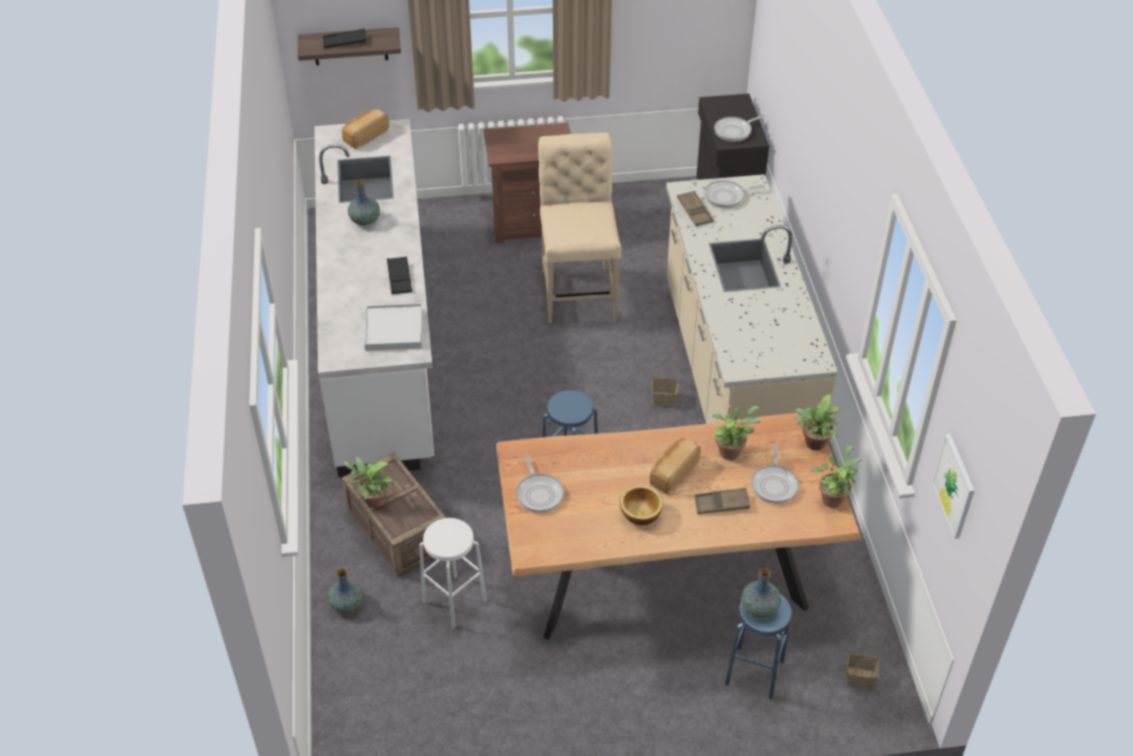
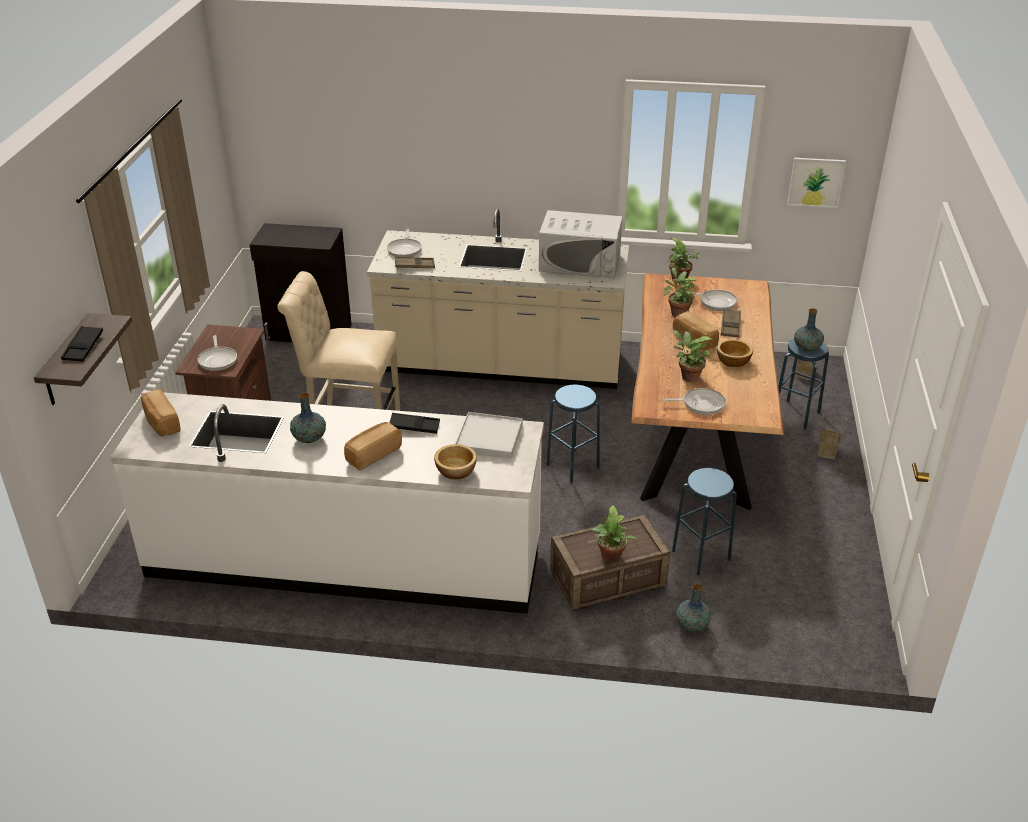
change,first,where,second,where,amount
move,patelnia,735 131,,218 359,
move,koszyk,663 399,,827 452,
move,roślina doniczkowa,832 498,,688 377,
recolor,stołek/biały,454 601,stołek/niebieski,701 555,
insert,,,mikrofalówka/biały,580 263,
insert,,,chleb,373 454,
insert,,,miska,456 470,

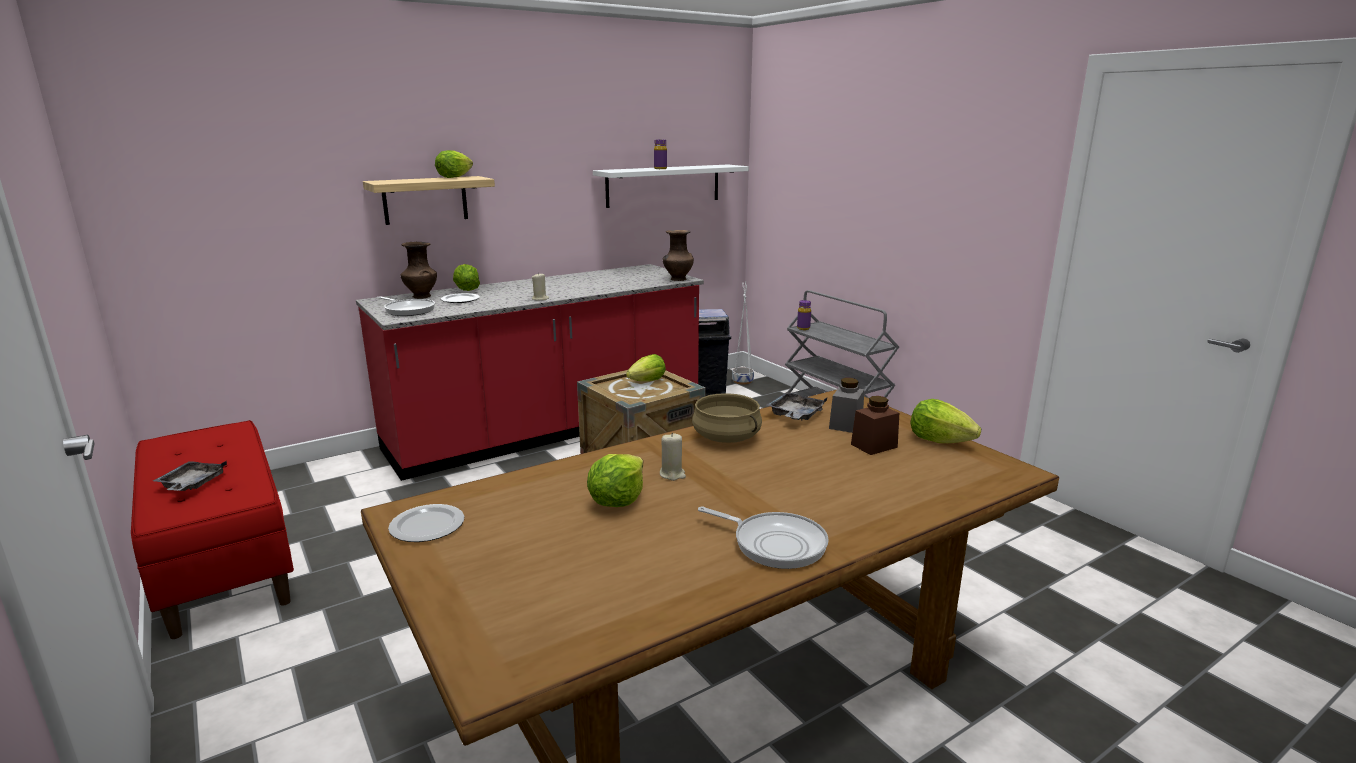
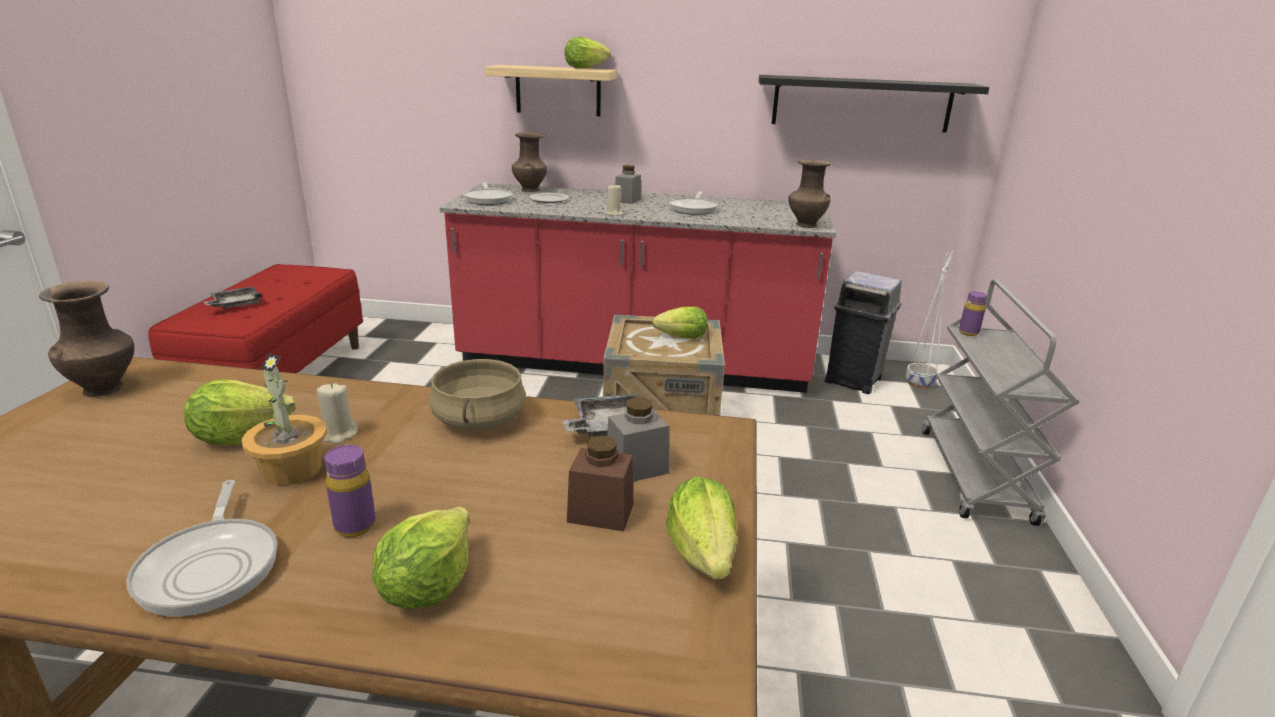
change,first,where,second,where,amount
move,butelka/fioletowy,660 169,,355 526,
recolor,półka/biały,663 185,półka/czarny,861 103,
move,sałata,466 290,,427 586,
replace,talerz,427 525,wazon/brązowy,105 388,
insert,,,słoik/szary,627 200,
insert,,,patelnia,694 209,
insert,,,roślina doniczkowa,293 469,

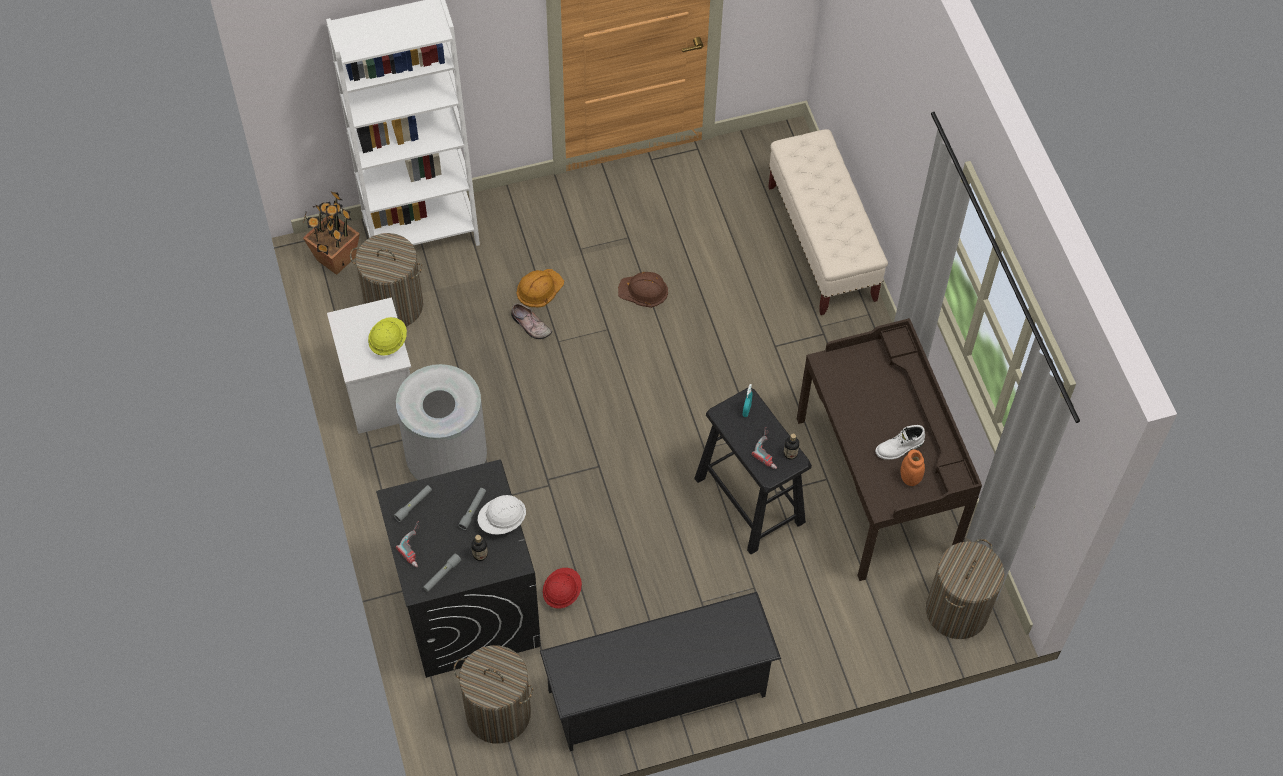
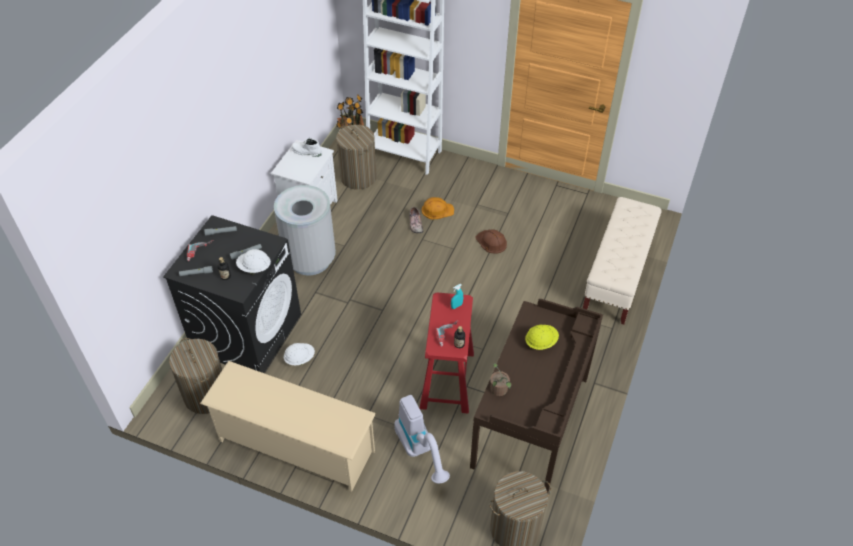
change,first,where,second,where,amount
move,kask/żółty,388 342,,540 342,
recolor,stołek/czarny,749 499,stołek/czerwony,447 380,
move,but z cholewką/biały,899 448,,306 152,
delete,słoik/pomarańczowy,910 478,,,
recolor,kask/czerwony,562 593,kask/biały,300 358,
recolor,regał na buty/czarny,658 693,regał na buty/beżowy,295 445,
insert,,,roślina doniczkowa,499 391,
insert,,,odkurzacz,420 451,

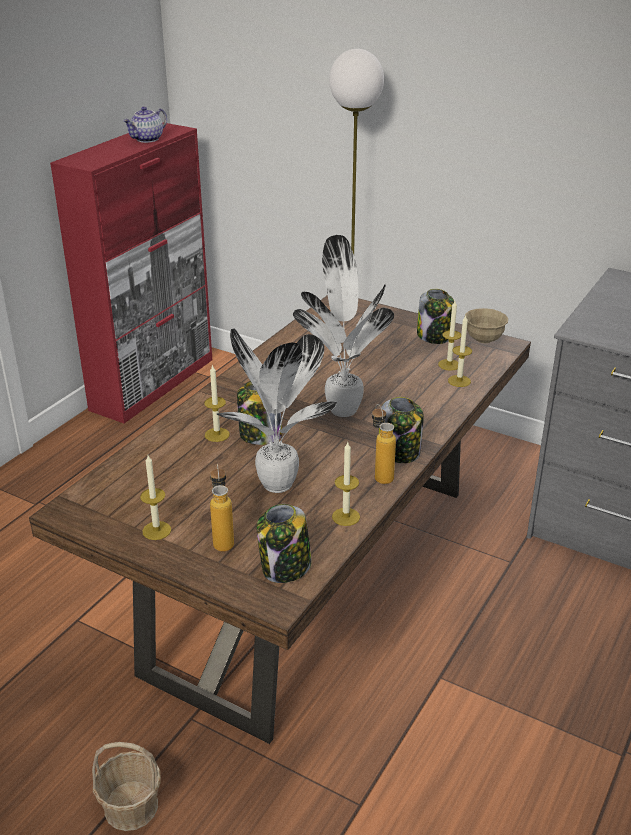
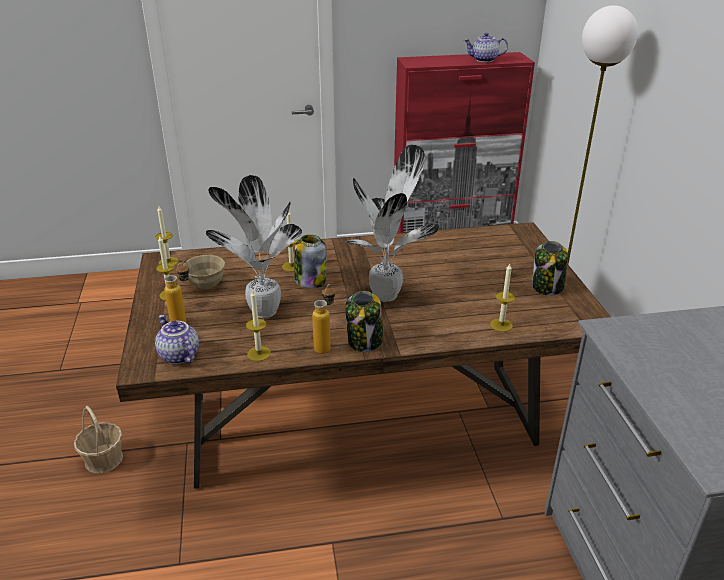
change,first,where,second,where,amount
move,świeca,449 365,,168 262,
move,miska/beżowy,483 339,,206 285,
replace,słoik,285 568,imbryk,178 355,

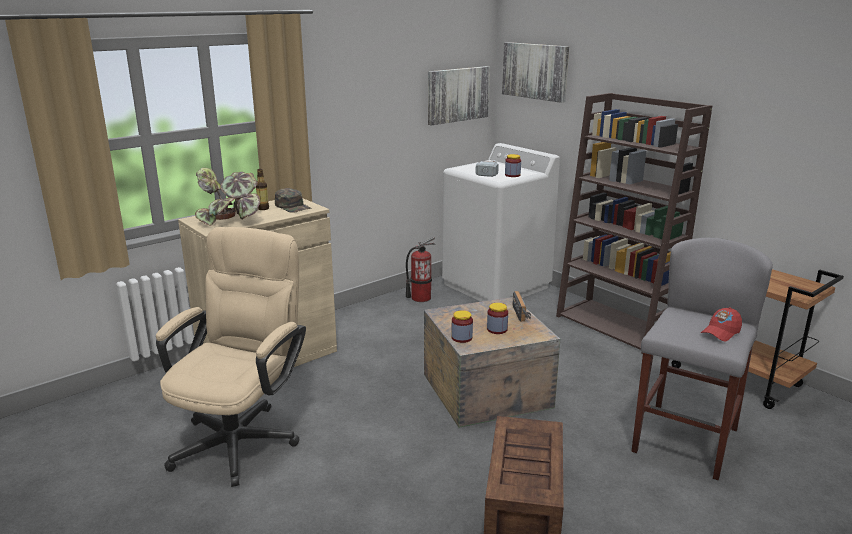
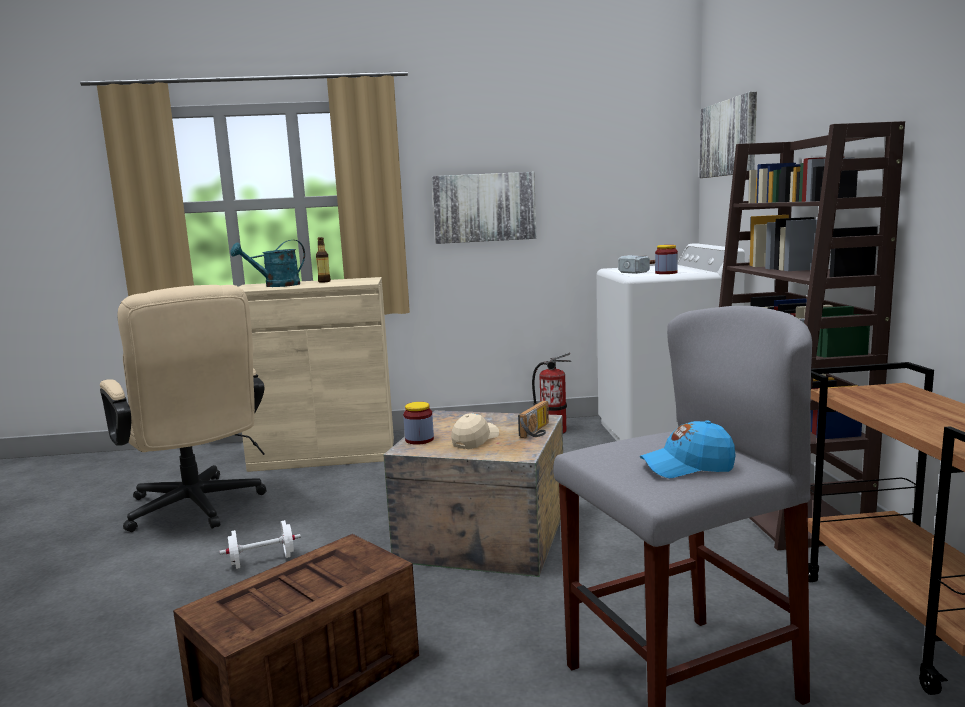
change,first,where,second,where,amount
move,obraz,457 94,,484 207,
replace,roślina doniczkowa,231 220,konewka/turkusowy,276 286,
delete,czapka z daszkiem/zielony,293 206,,,
rotate,krzesło biurowe/beżowy,242 436,,197 509,90 degrees clockwise
replace,słoik,497 329,czapka z daszkiem/beżowy,475 440,
recolor,czapka z daszkiem/czerwony,721 332,czapka z daszkiem/niebieski,687 467,
insert,,,hantel/biały,262 561,

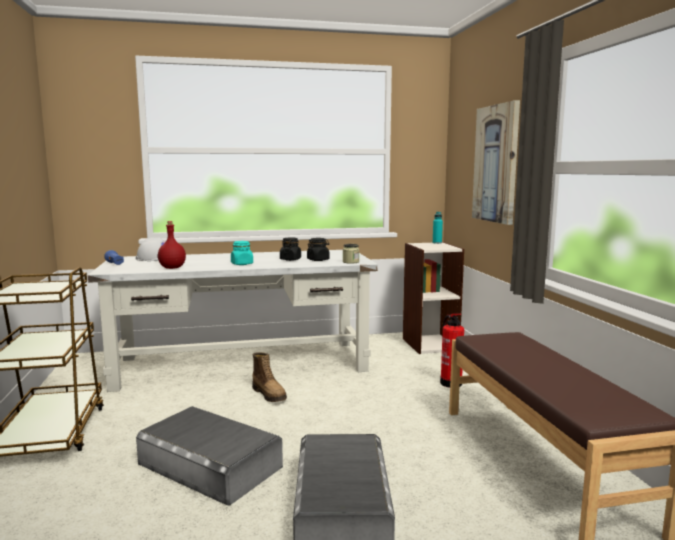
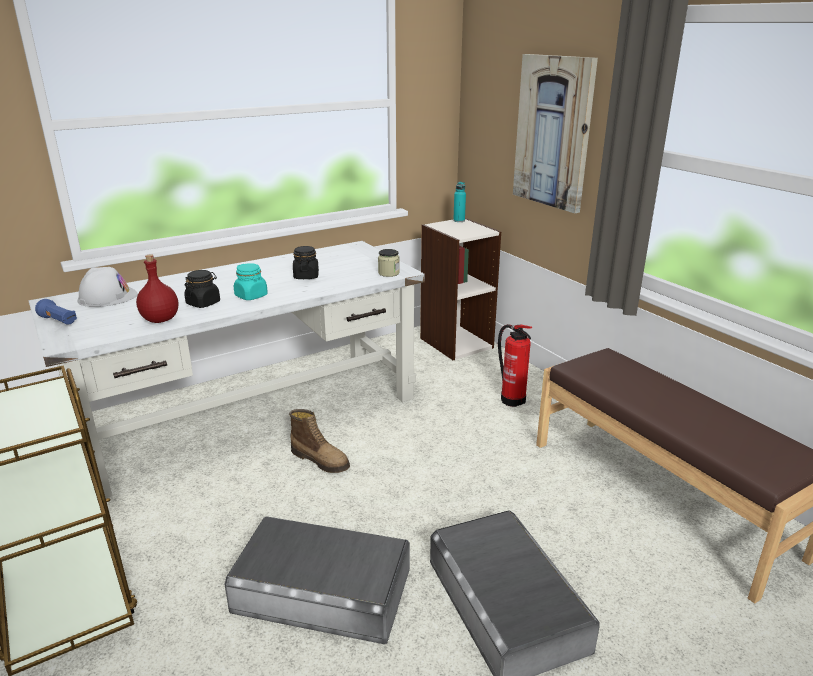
change,first,where,second,where,amount
move,słoik/czarny,318 260,,203 303,

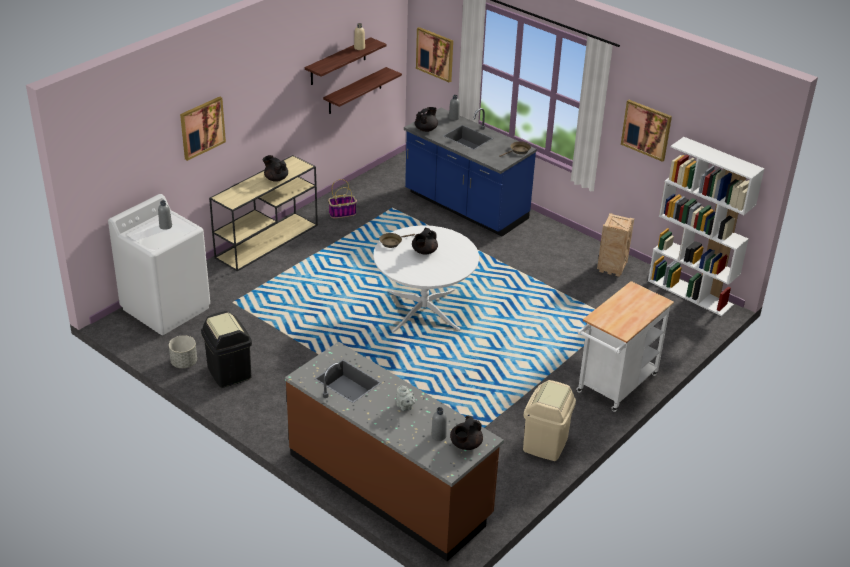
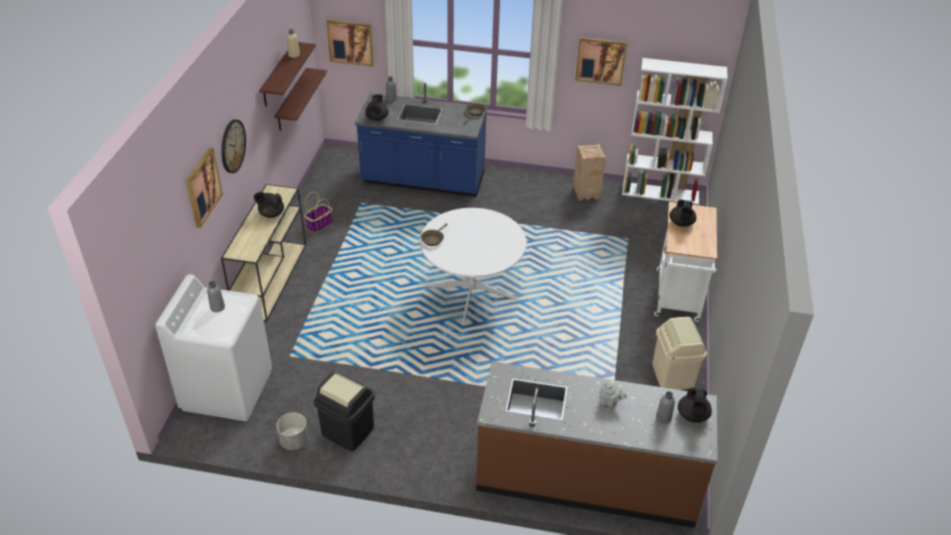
change,first,where,second,where,amount
move,imbryk/czarny,424 251,,681 223,
insert,,,zegar ścienny,232 146,

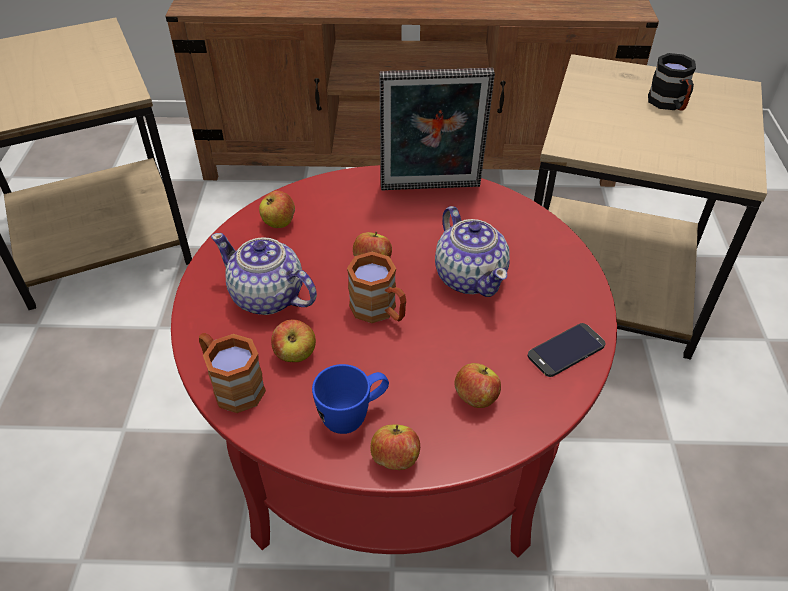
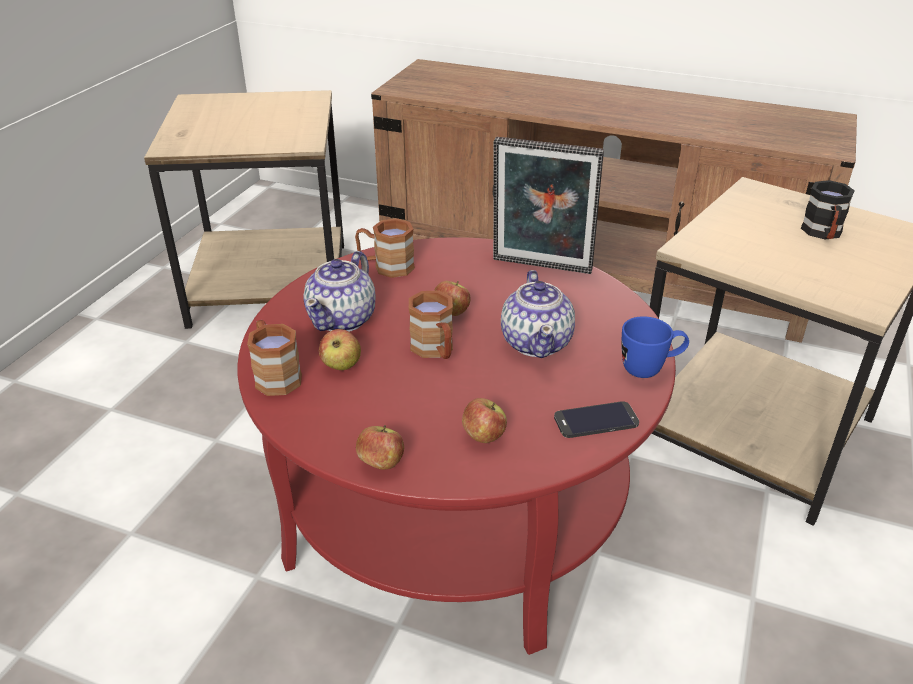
change,first,where,second,where,amount
replace,jabłko,279 223,kubek/brązowy,386 266,
rotate,imbryk,268 297,,343 319,120 degrees counterclockwise
move,kubek/niebieski,353 416,,650 369,

